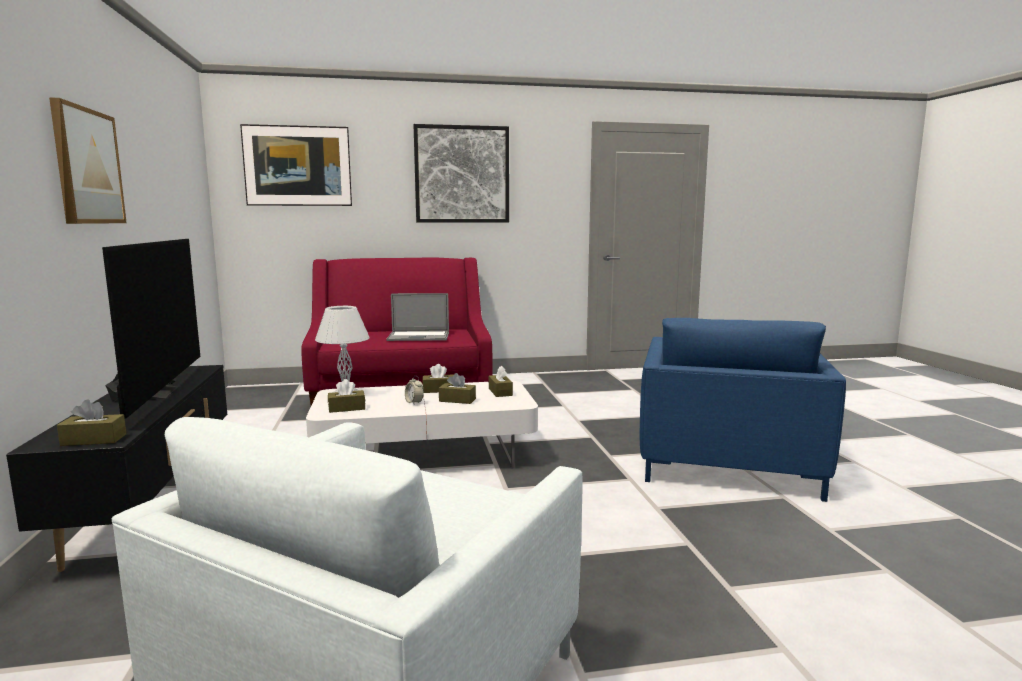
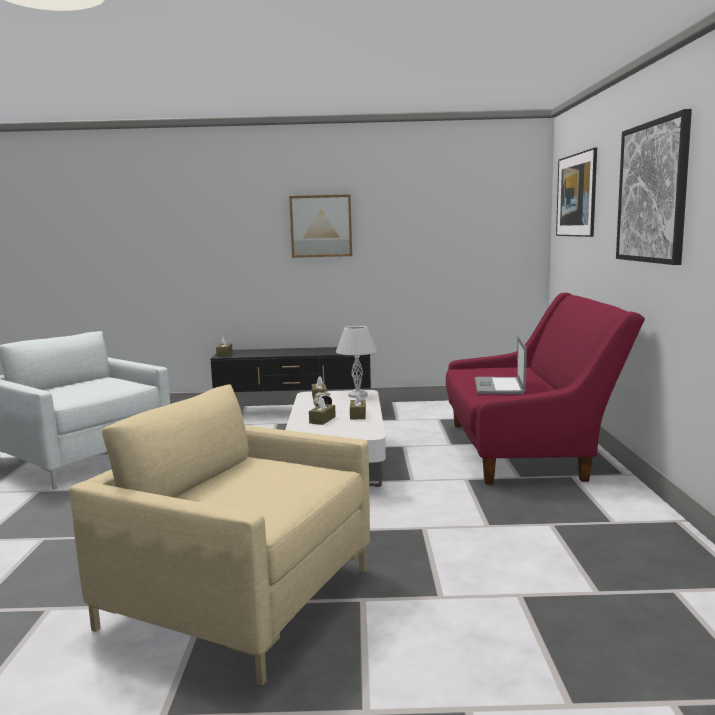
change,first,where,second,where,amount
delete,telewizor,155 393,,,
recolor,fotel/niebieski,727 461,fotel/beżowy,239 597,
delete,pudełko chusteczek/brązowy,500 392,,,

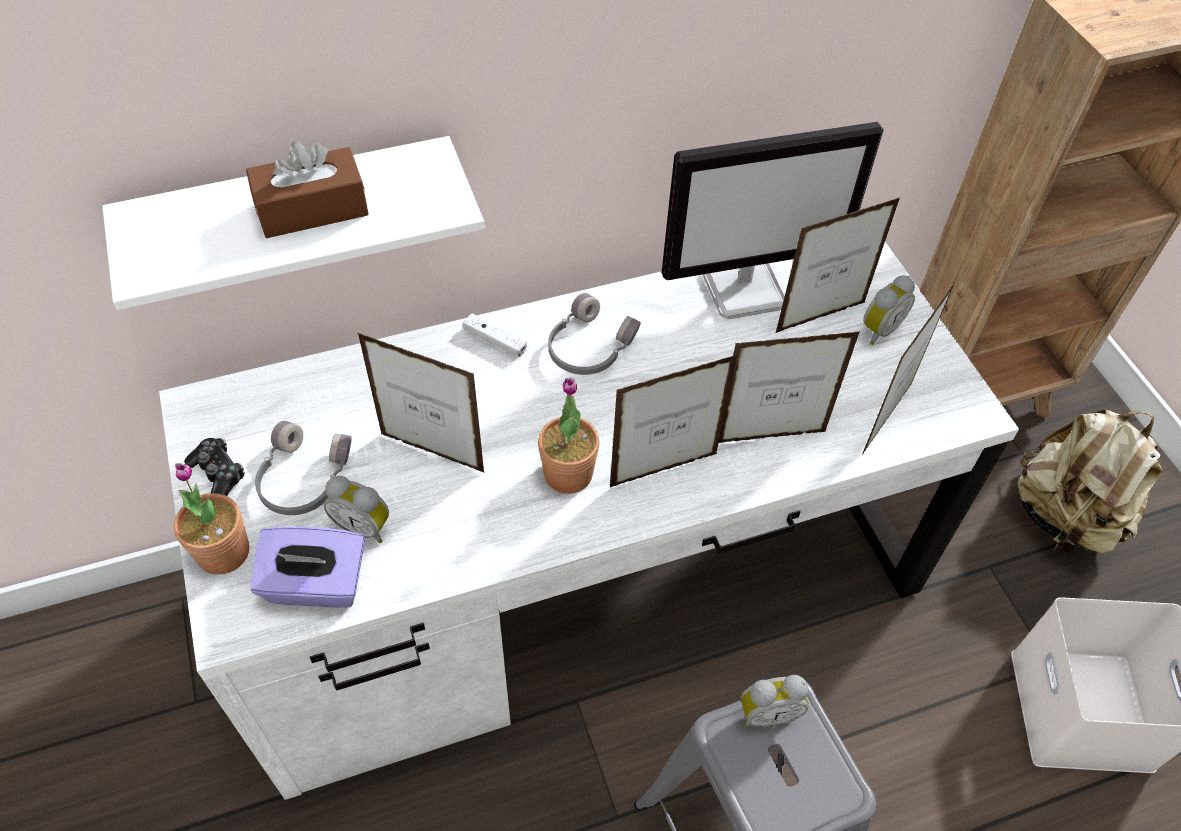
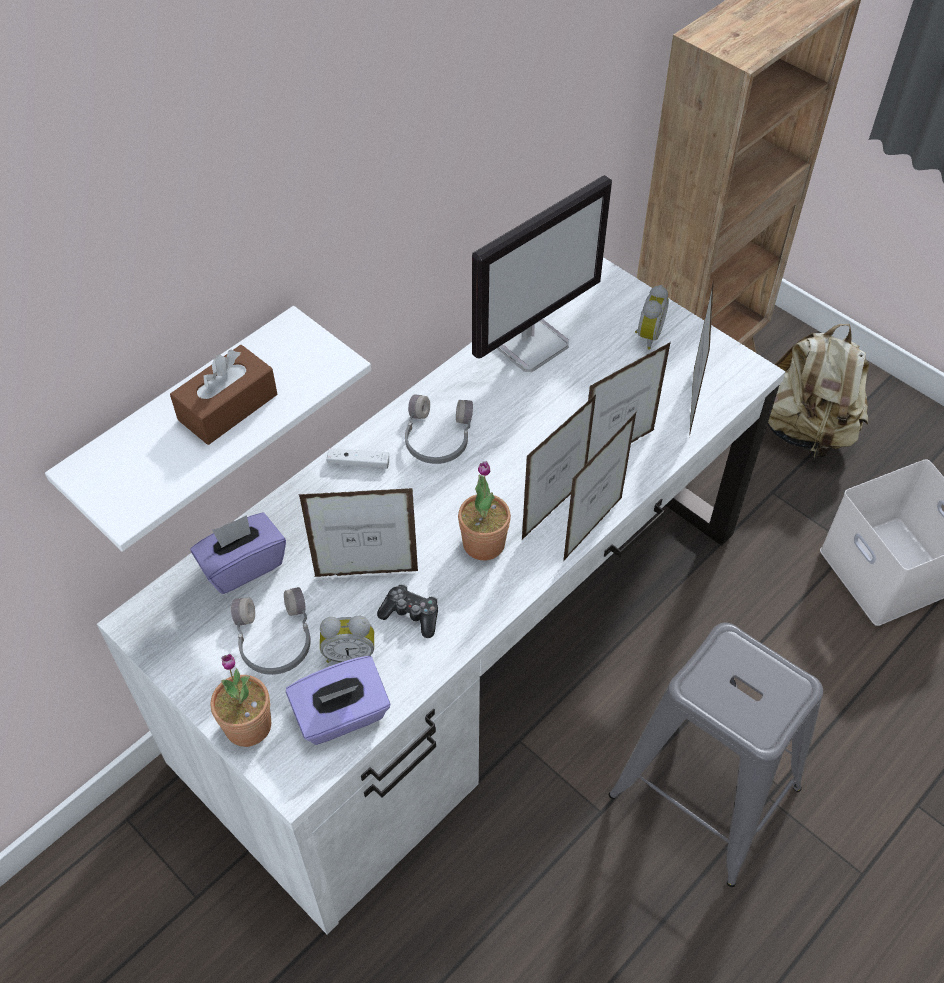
change,first,where,second,where,amount
move,ramka na zdjęcie,820 317,,593 528,
move,pad do gier,219 474,,411 614,
delete,budzik,767 713,,,
insert,,,pudełko chusteczek/fioletowy,243 565,

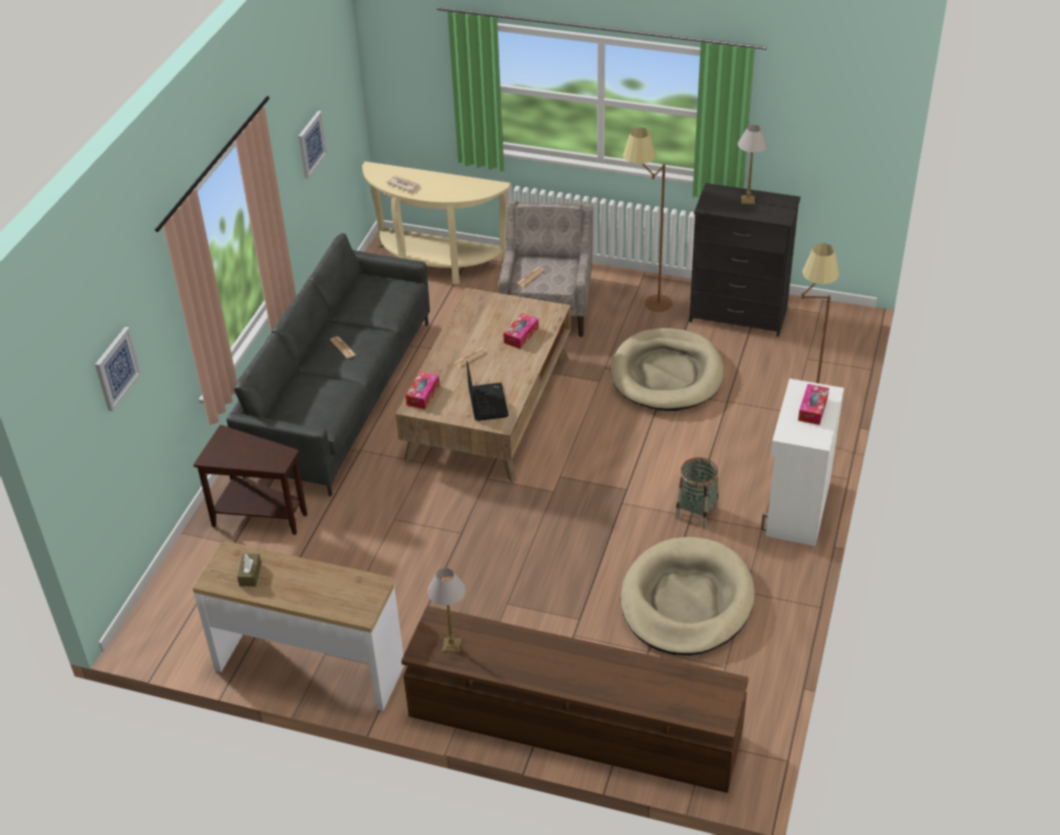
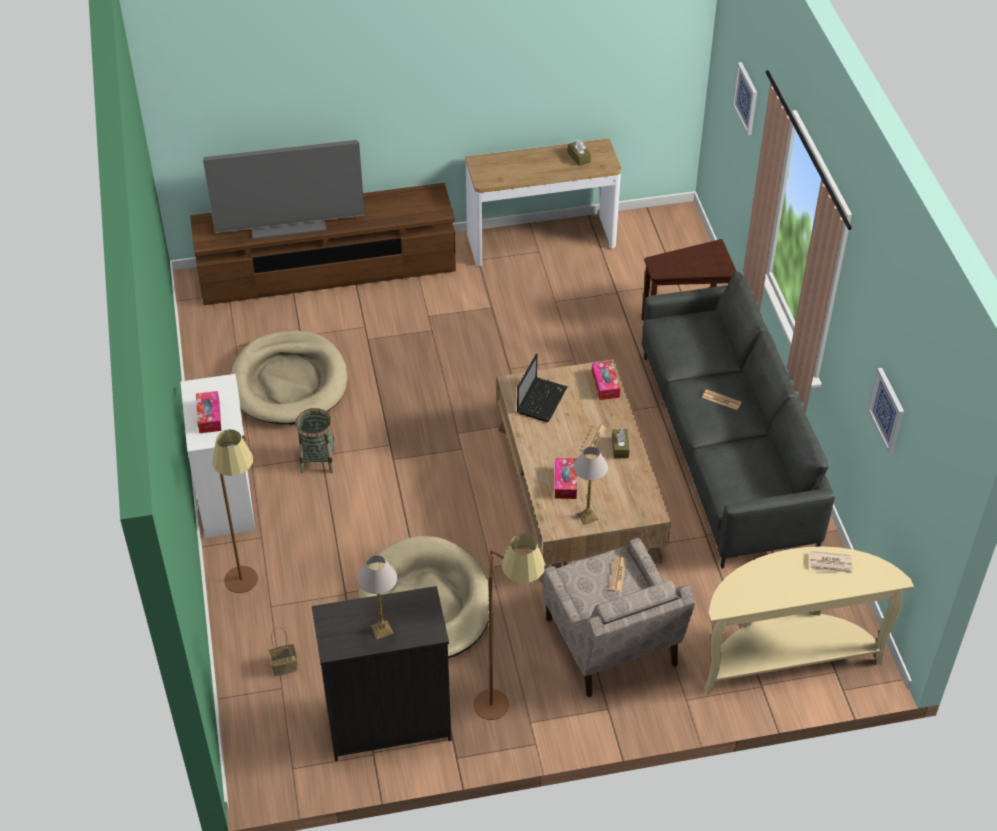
change,first,where,second,where,amount
rotate,laptop,487 402,,542 399,120 degrees counterclockwise
move,lampa stołowa,451 645,,588 516,
insert,,,telewizor,289 223,
insert,,,pudełko chusteczek/brązowy,620 447,
insert,,,koszyk,285 665,

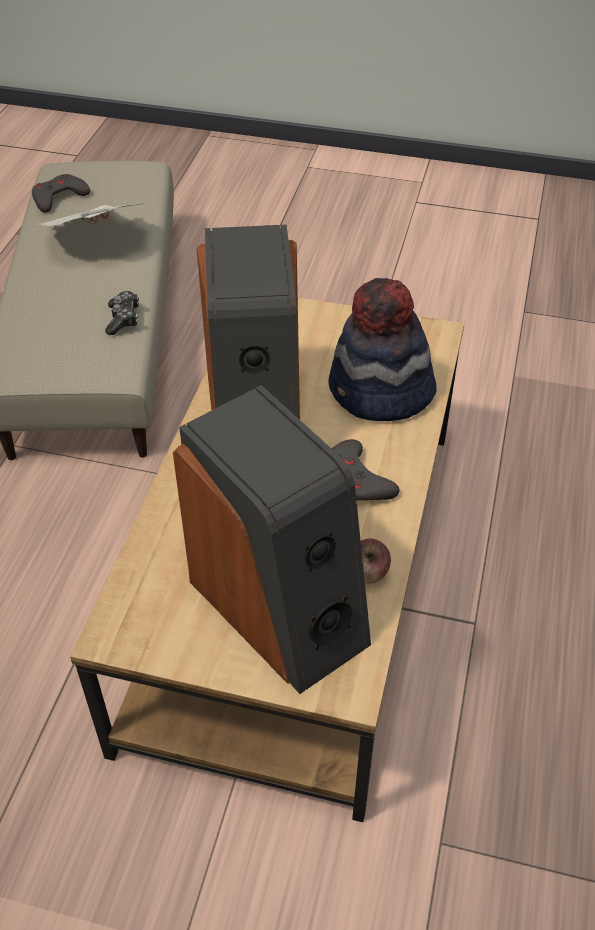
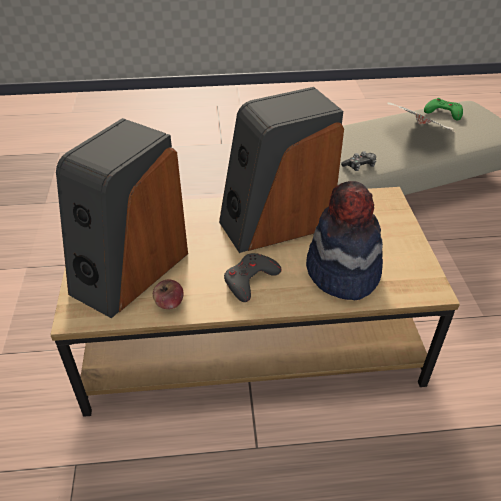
change,first,where,second,where,amount
recolor,pad do gier/szary,59 197,pad do gier/zielony,443 112,

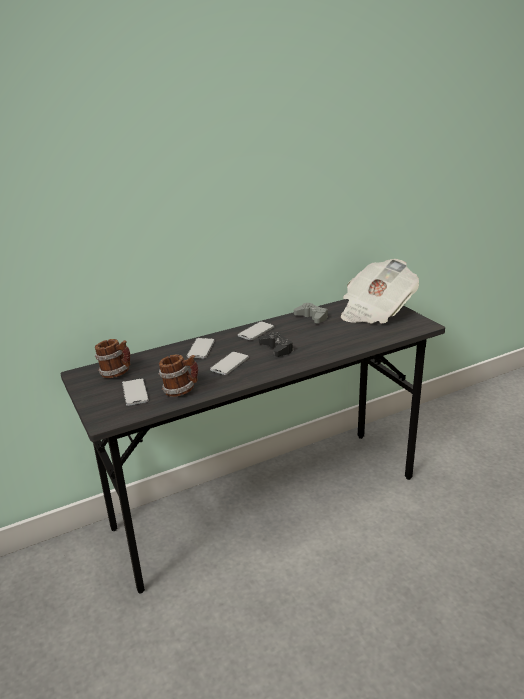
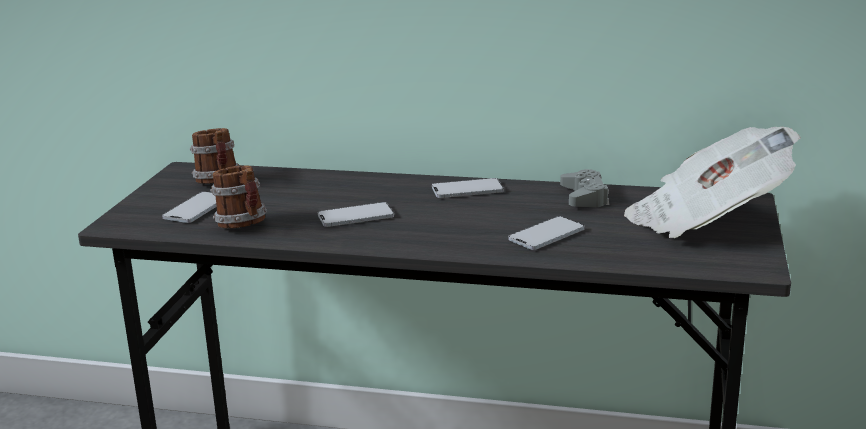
change,first,where,second,where,amount
delete,pad do gier/czarny,276 348,,,
move,telefon,201 349,,546 235,

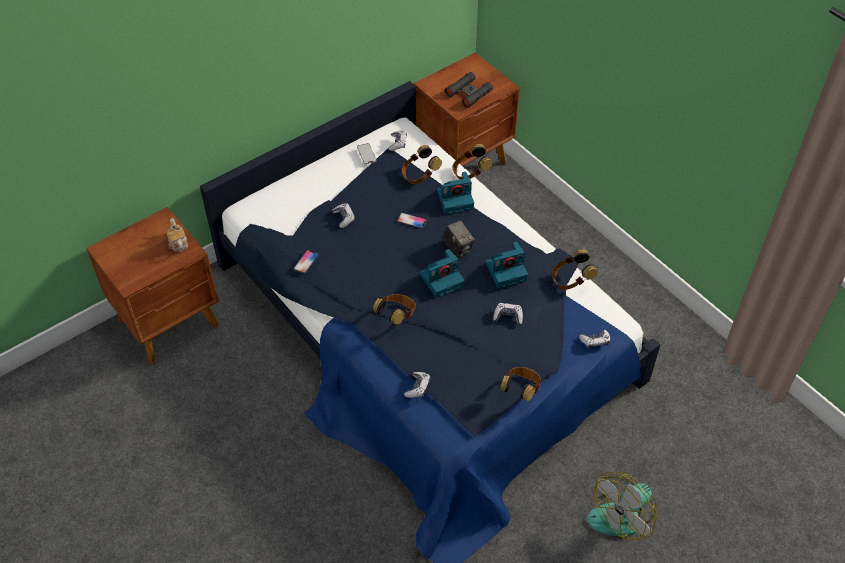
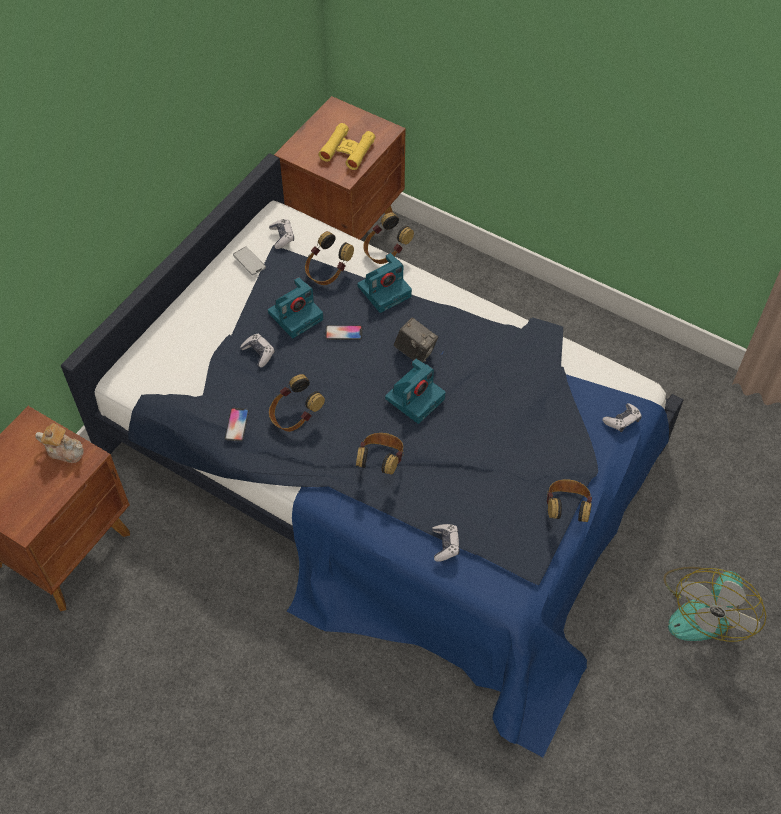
change,first,where,second,where,amount
recolor,lornetka/czarny,468 93,lornetka/żółty,347 151,
rotate,imbryk,178 243,,64 451,150 degrees clockwise
move,aparat fotograficzny,507 271,,296 315,
move,słuchawki,571 280,,295 416,
delete,pad do gier,508 316,,,

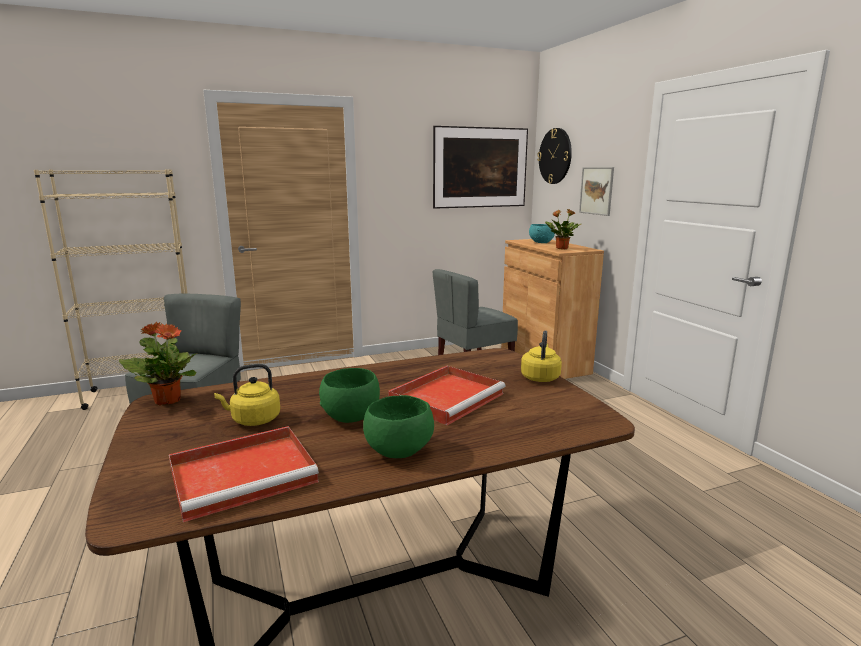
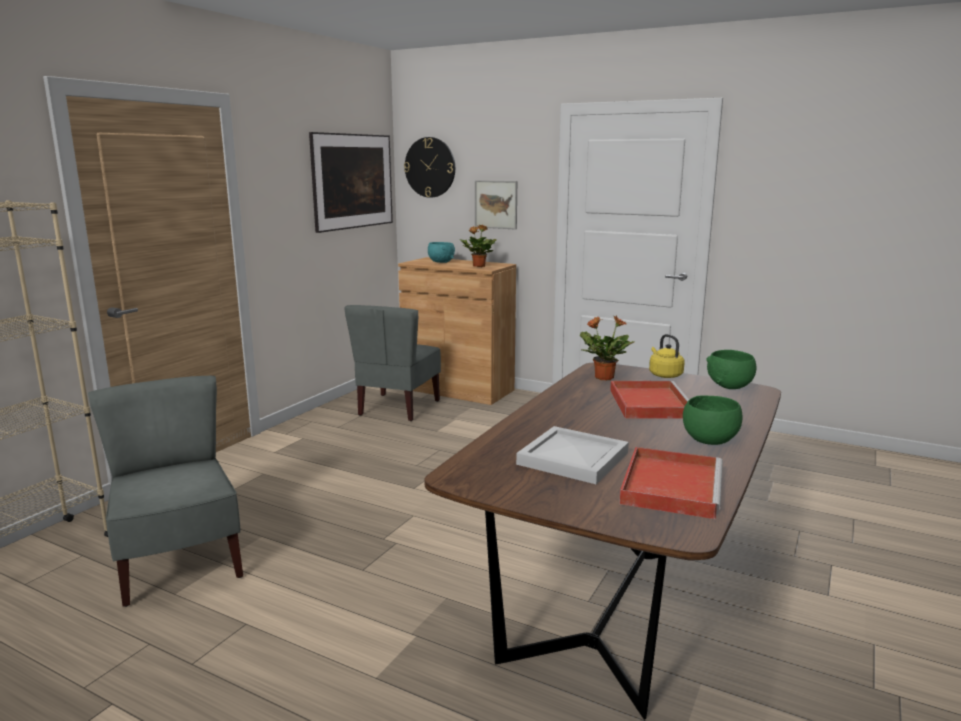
change,first,where,second,where,amount
move,roślina doniczkowa,167 400,,603 377,
replace,czajnik/żółty,253 420,taca/biały,573 459,
move,miska/zielony,351 417,,730 386,

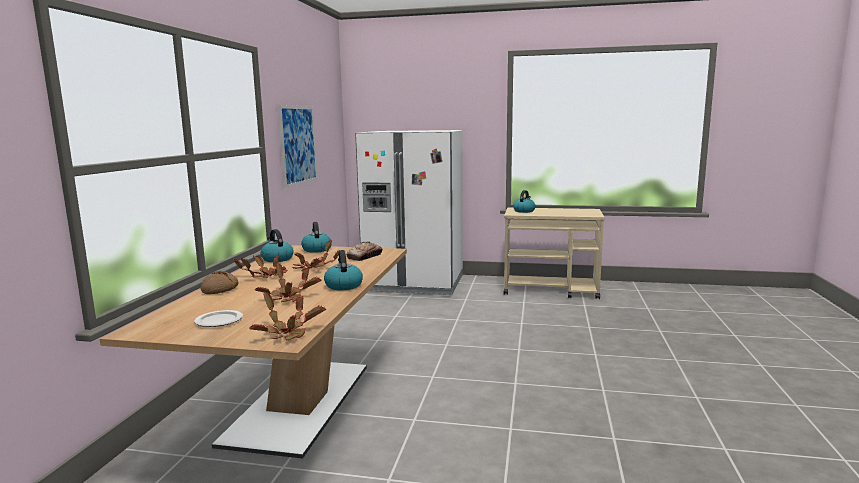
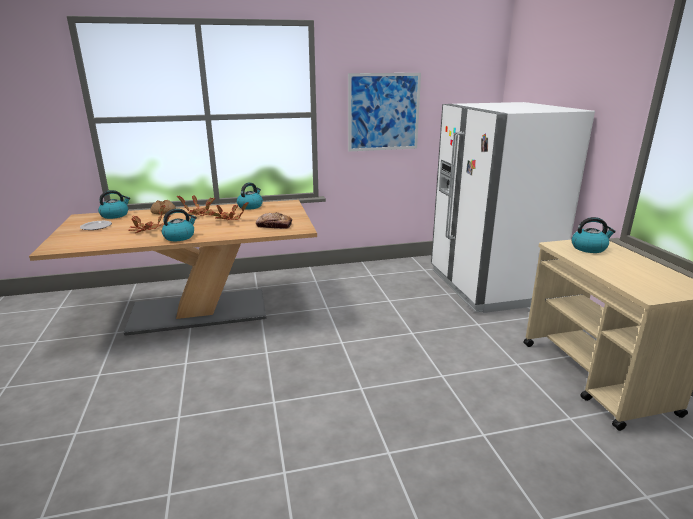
change,first,where,second,where,amount
move,czajnik,316 249,,115 215,
delete,roślina doniczkowa,287 333,,,

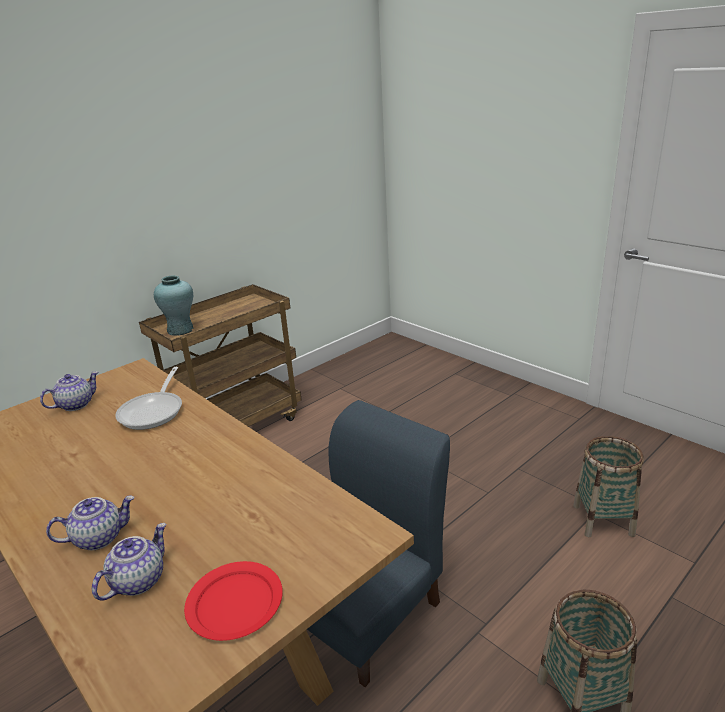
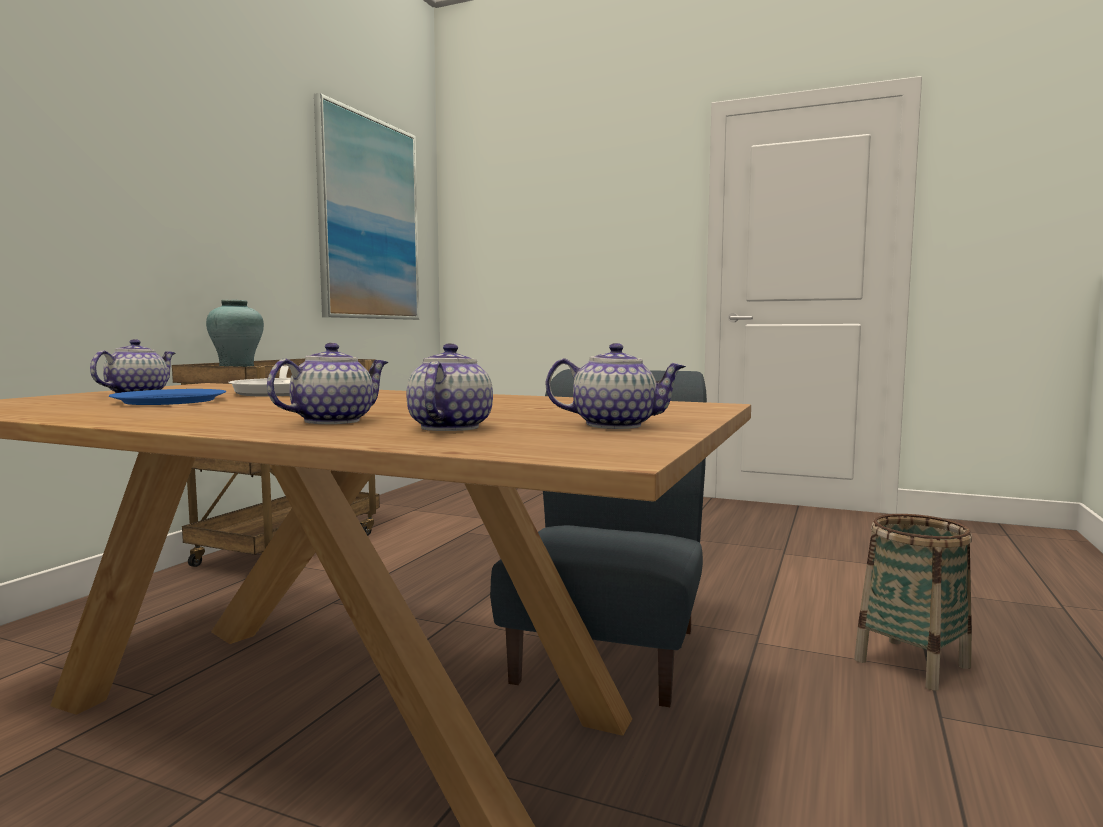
change,first,where,second,where,amount
delete,koszyk,603 520,,,
replace,talerz/czerwony,235 602,imbryk,615 425,
insert,,,obraz,369 219,
insert,,,talerz/niebieski,170 401,

